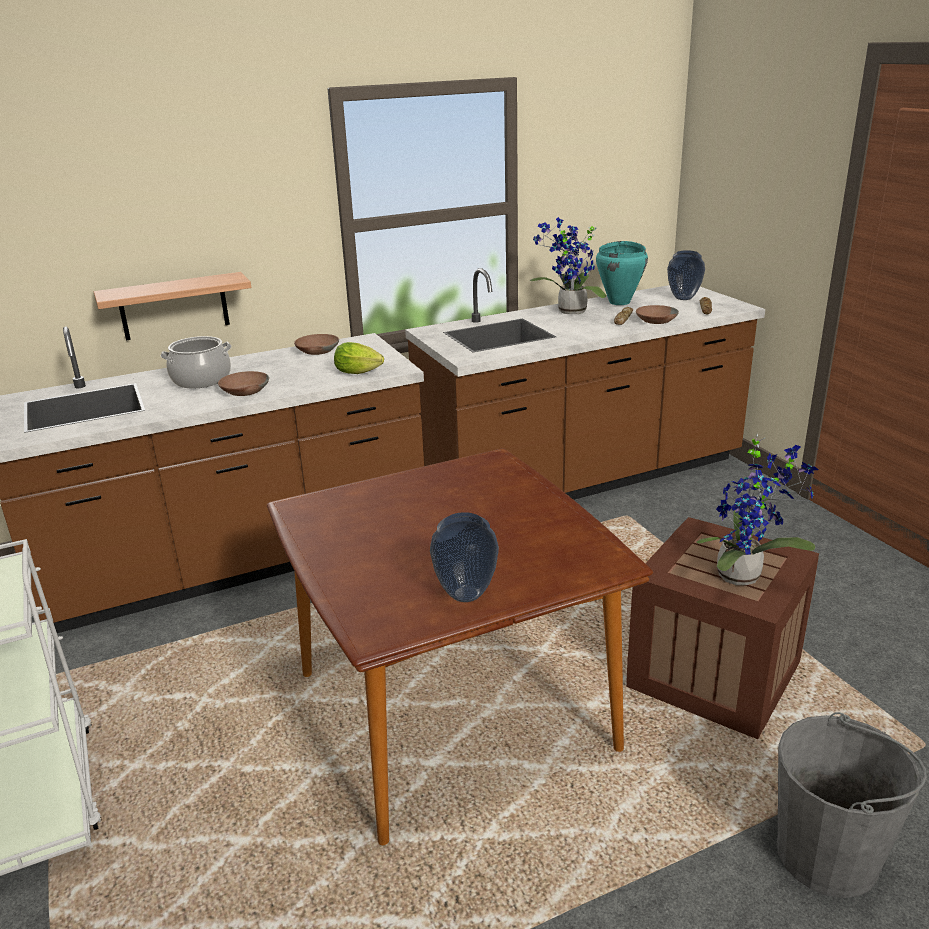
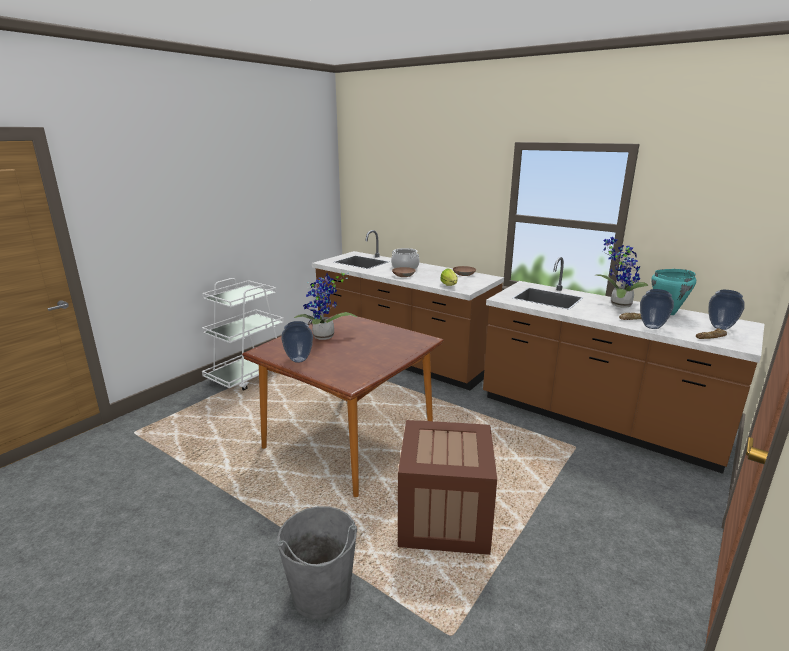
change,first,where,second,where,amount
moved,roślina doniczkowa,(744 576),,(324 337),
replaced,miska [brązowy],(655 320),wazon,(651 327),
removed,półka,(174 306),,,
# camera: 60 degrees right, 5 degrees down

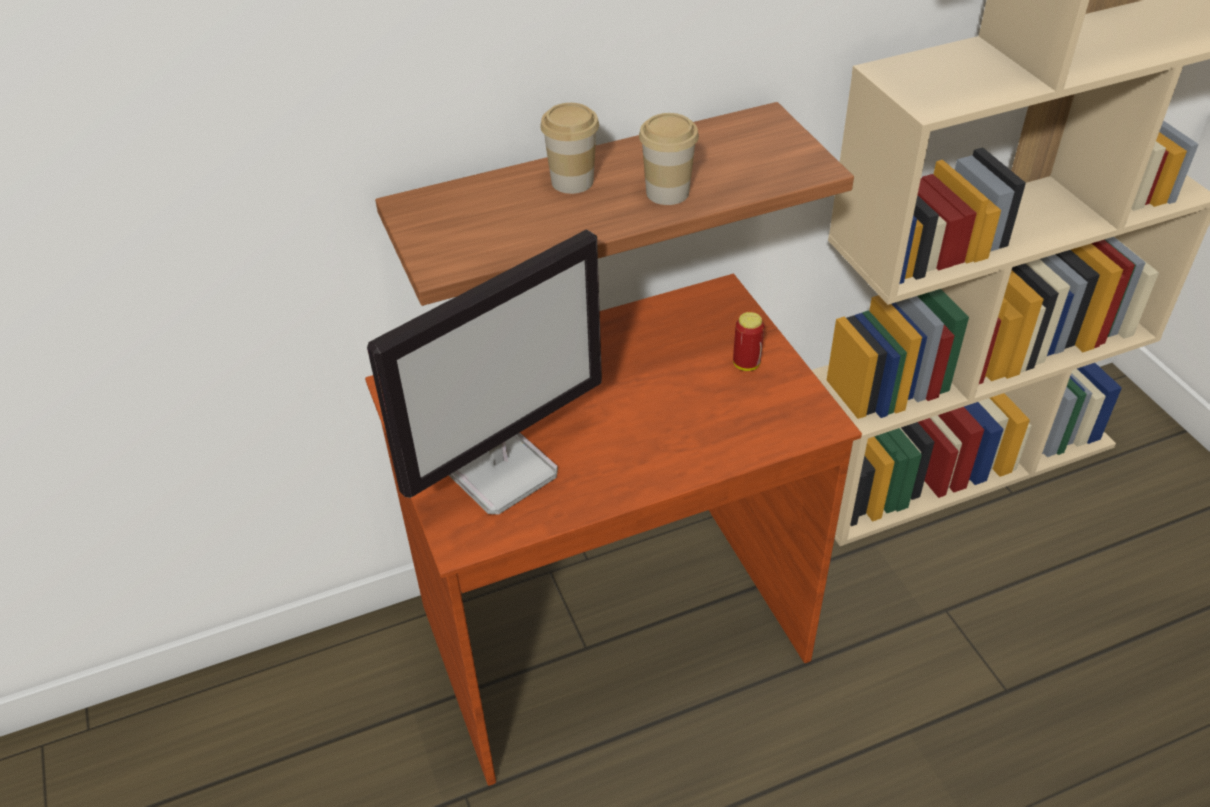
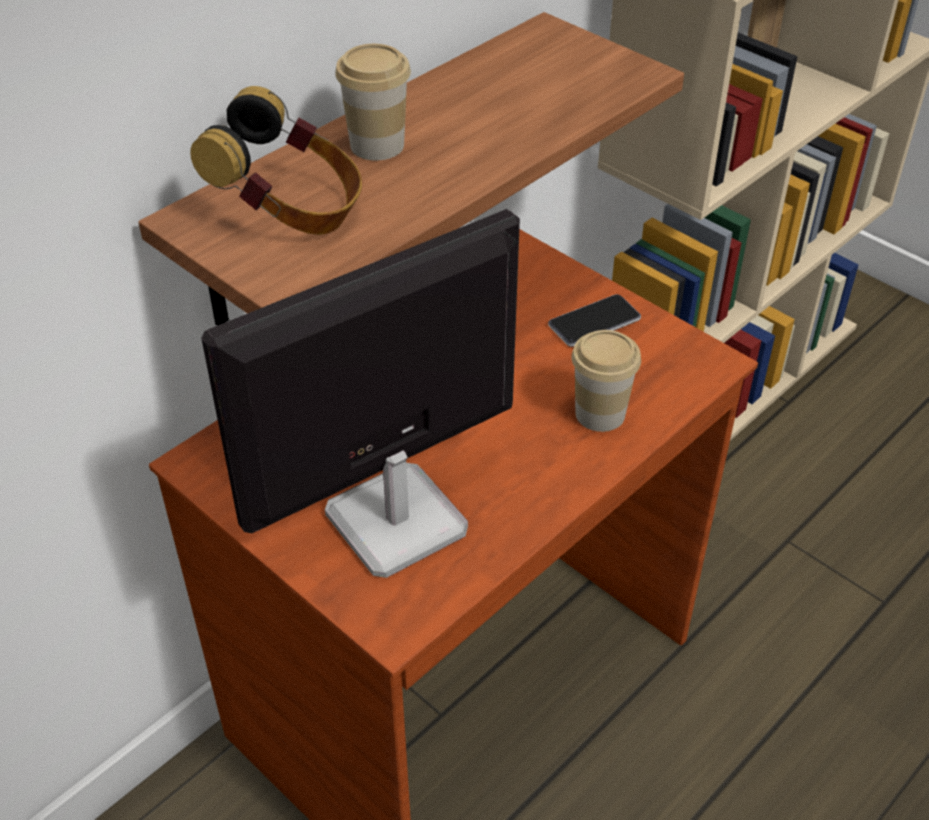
change,first,where,second,where,amount
added,,,słuchawki,(291 212),
turned,monitor,(503 470),,(394 523),150 degrees counterclockwise
replaced,puszka,(746 364),telefon,(594 322),
moved,filiżanka,(667 192),,(600 414),
# camera: 25 degrees left, 0 degrees up

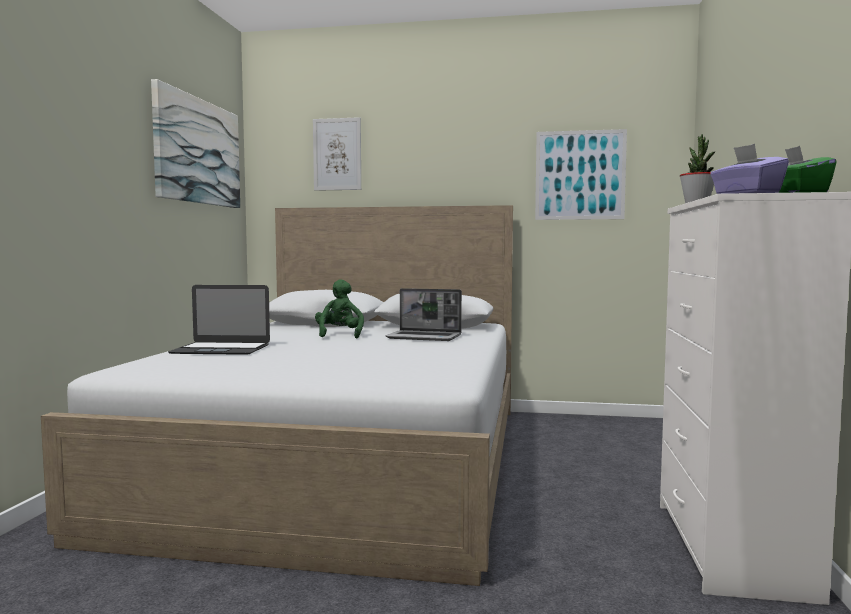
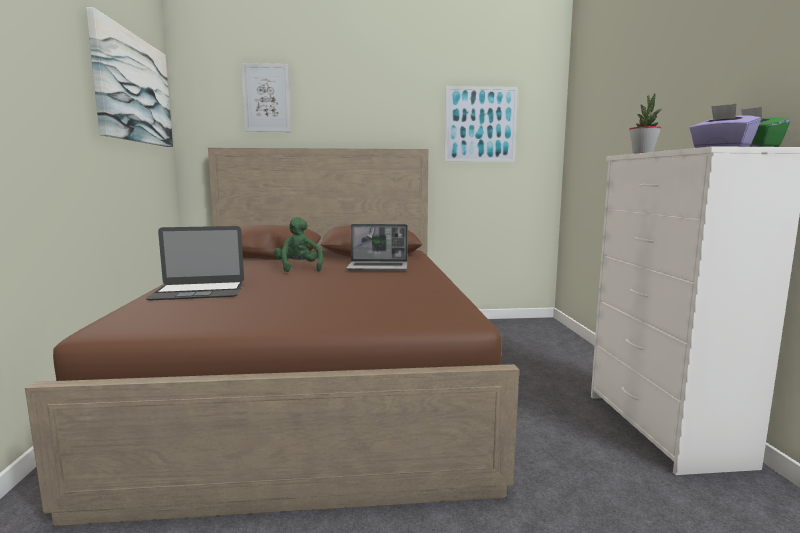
change,first,where,second,where,amount
recoloured,łóżko [biały],(347 461),łóżko [brązowy],(316 382),
# camera: 15 degrees left, 5 degrees up

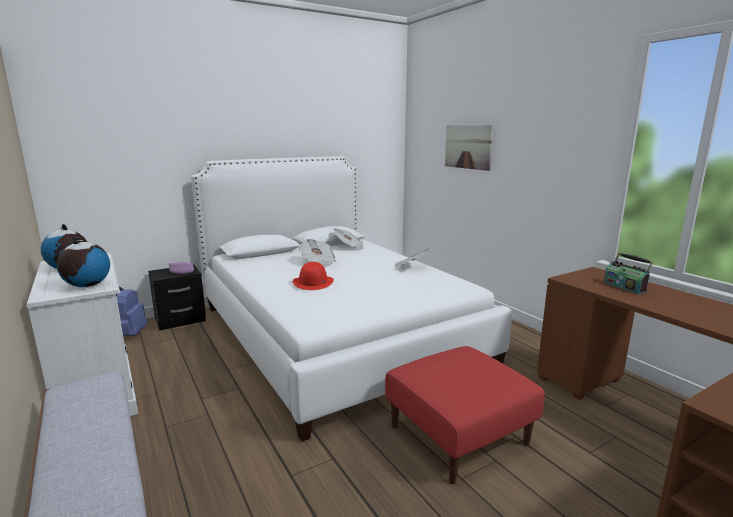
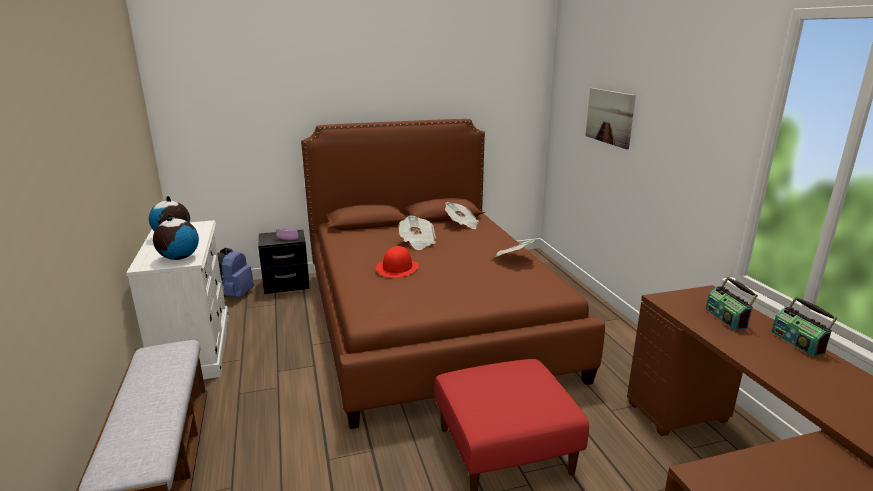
change,first,where,second,where,amount
recoloured,łóżko [biały],(334 334),łóżko [brązowy],(429 319),
added,,,radio,(798 342),
# camera: 15 degrees right, 5 degrees up

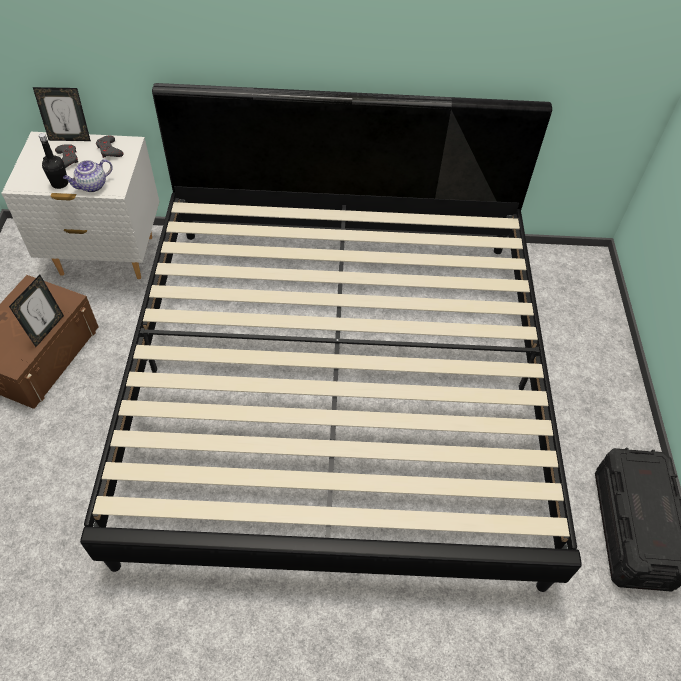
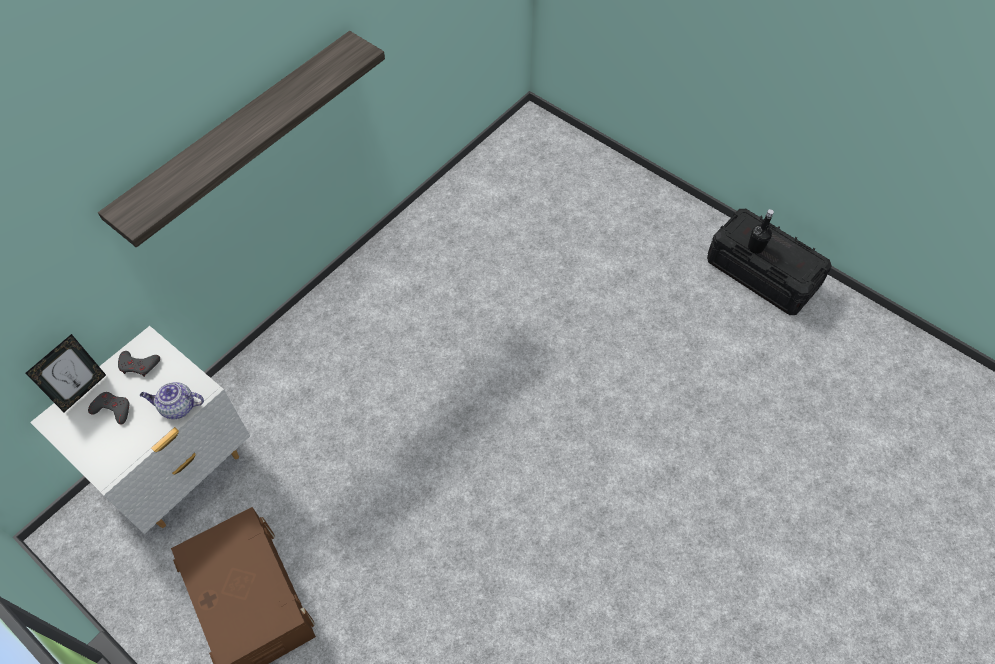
change,first,where,second,where,amount
added,,,półka,(240 135),
turned,imbryk,(92 186),,(177 407),90 degrees clockwise
moved,butelka [czarny],(60 183),,(755 247),
removed,ramka na zdjęcie,(47 330),,,
removed,łóżko,(338 381),,,
# camera: 50 degrees left, 5 degrees up

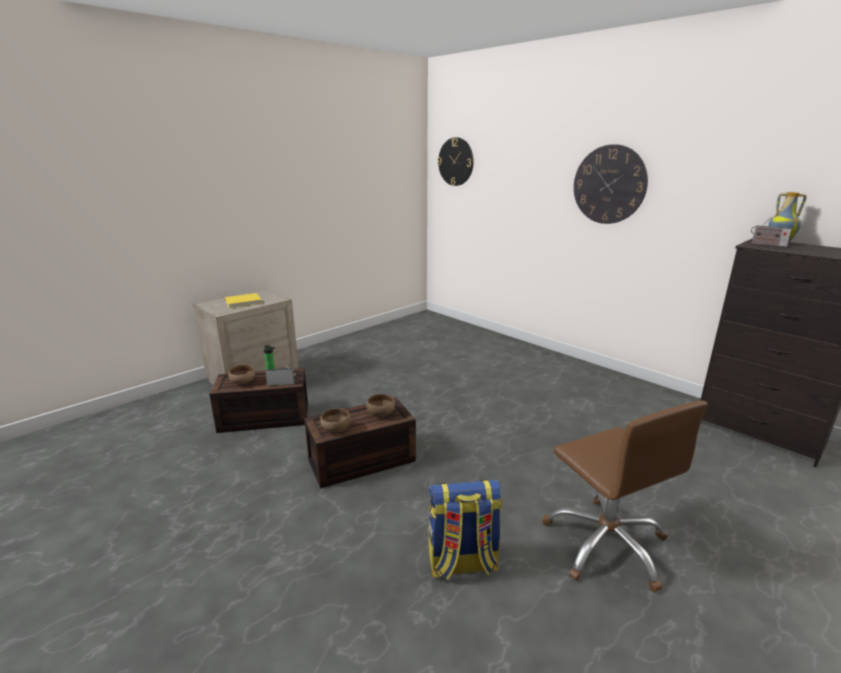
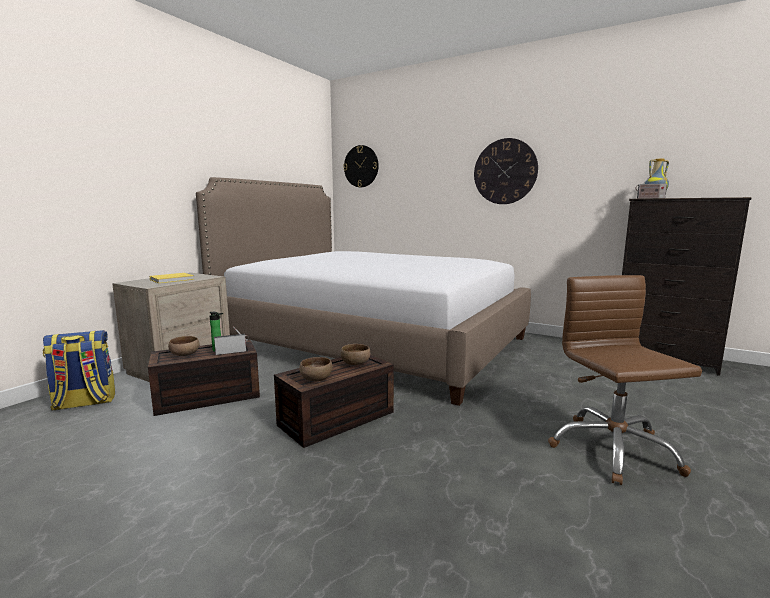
change,first,where,second,where,amount
moved,plecak,(462 563),,(84 403),
added,,,łóżko,(372 342),
turned,krzesło biurowe [brązowy],(606 544),,(612 449),150 degrees counterclockwise
# camera: 15 degrees left, 10 degrees down

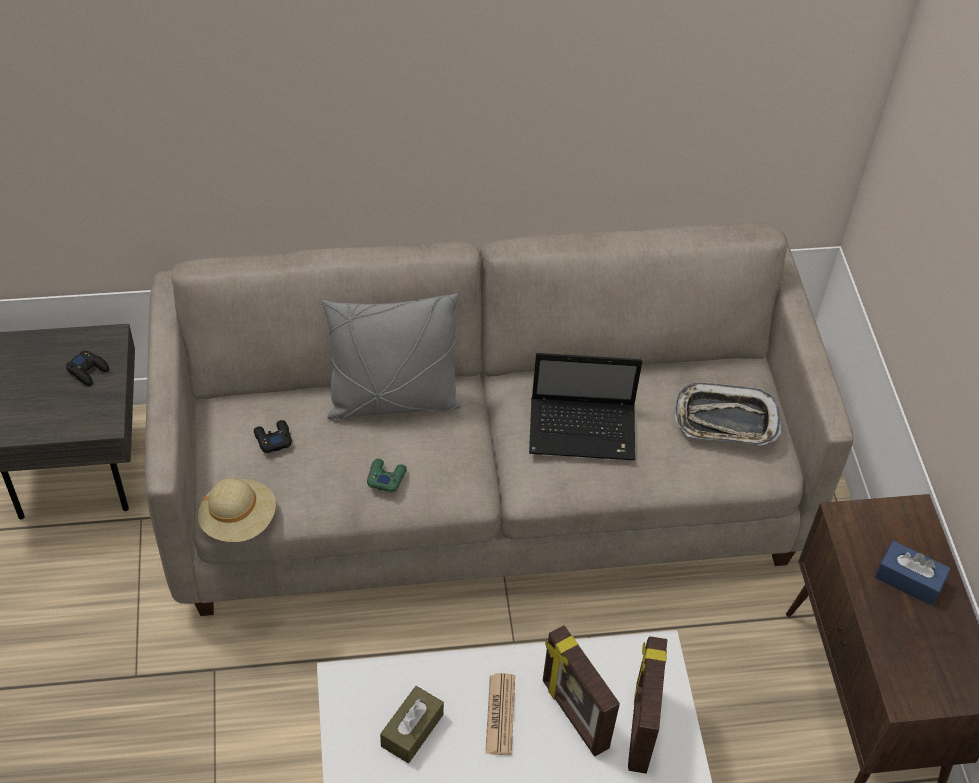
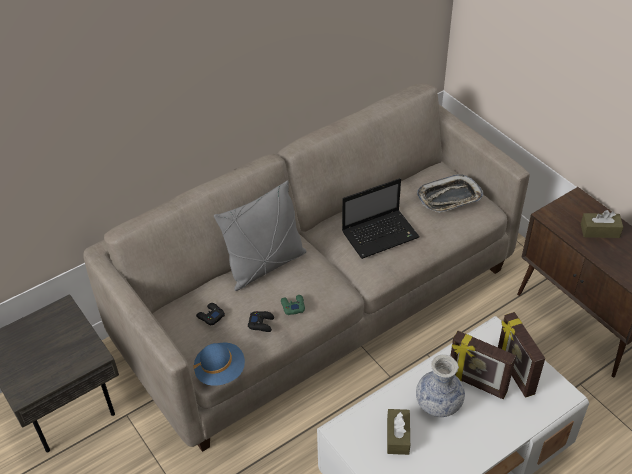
change,first,where,second,where,amount
recoloured,kapelusz [beżowy],(239 521),kapelusz [niebieski],(220 371),
moved,pad do gier [czarny],(88 371),,(261 323),
replaced,gazeta,(500 714),wazon,(438 403),
recoloured,pudełko chusteczek [niebieski],(908 580),pudełko chusteczek [brązowy],(599 231),
# camera: 25 degrees left, 5 degrees down

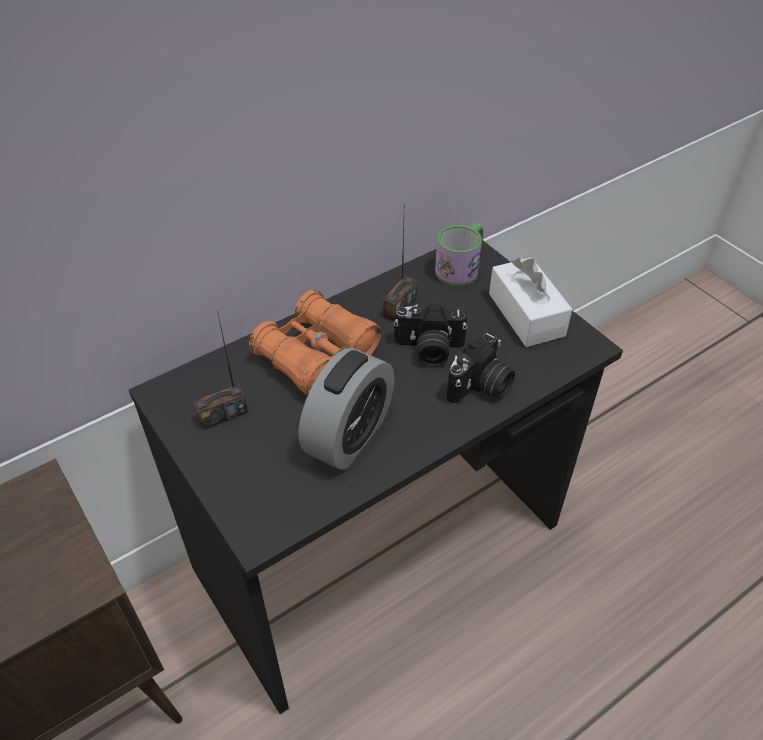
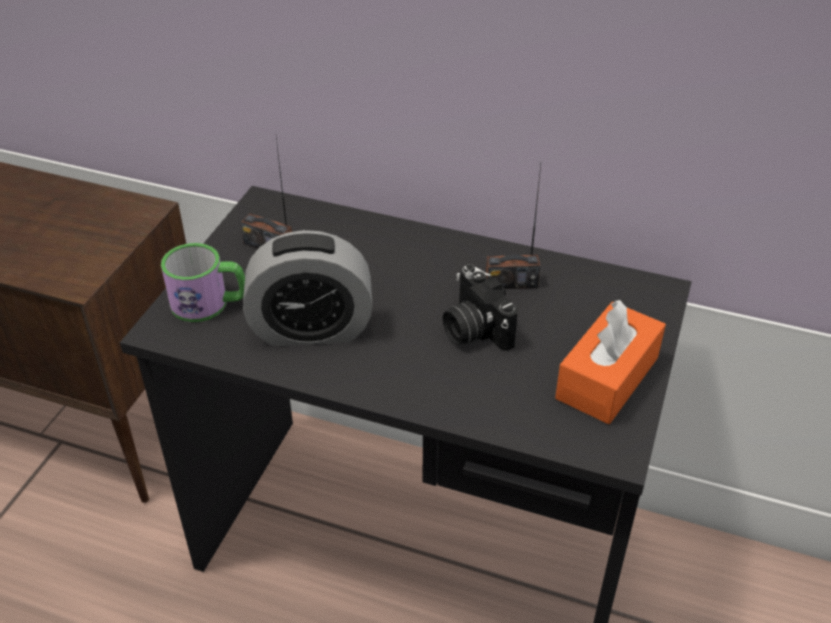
change,first,where,second,where,amount
moved,kubek,(461 267),,(209 303),
recoloured,pudełko chusteczek [biały],(526 314),pudełko chusteczek [pomarańczowy],(607 378),
removed,lornetka [pomarańczowy],(316 355),,,
removed,aparat fotograficzny,(481 386),,,
# camera: 55 degrees right, 5 degrees down

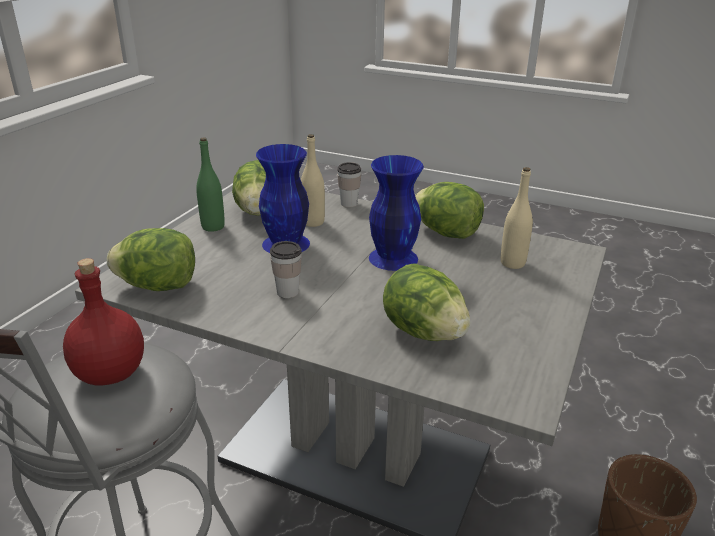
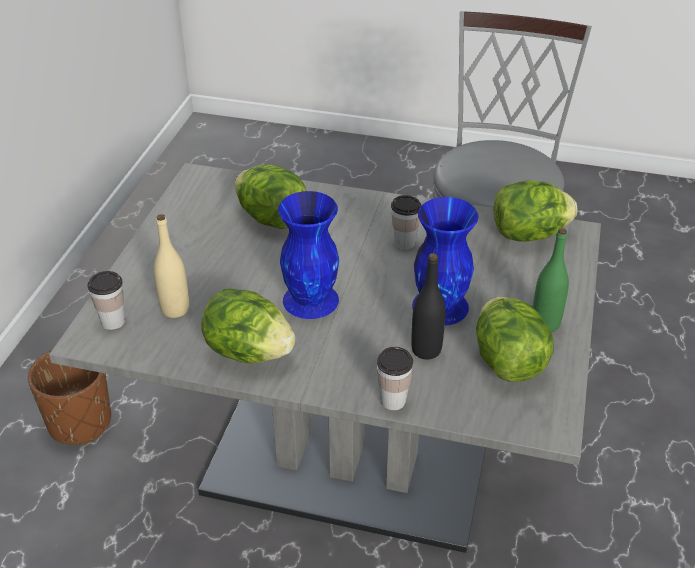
change,first,where,second,where,amount
added,,,filiżanka,(113 322),
recoloured,butelka [beżowy],(313 222),butelka [czarny],(426 350),
removed,butelka [czerwony],(112 374),,,
# camera: 170 degrees right, 10 degrees up

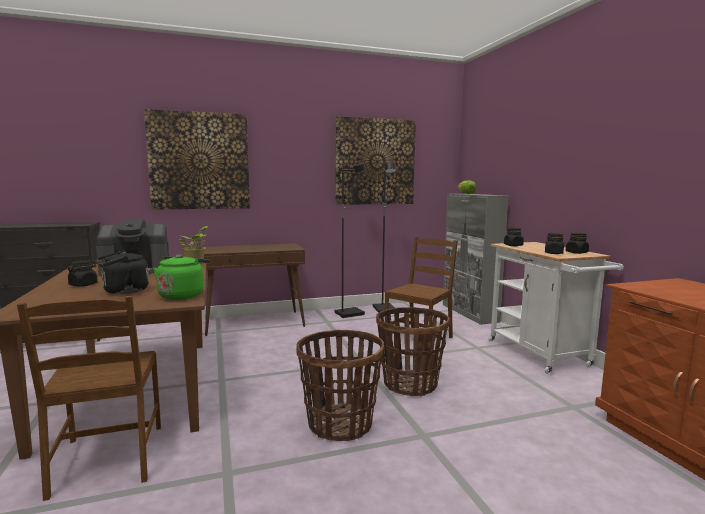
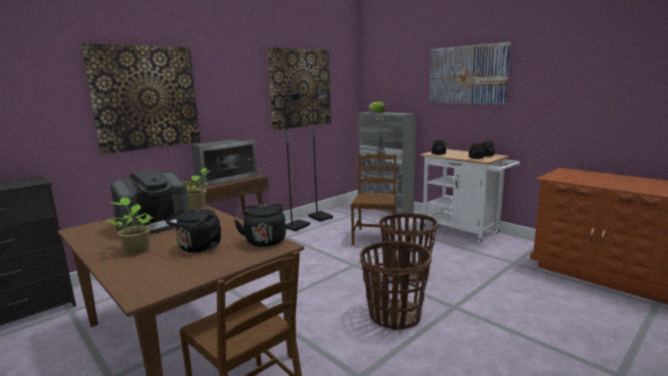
change,first,where,second,where,amount
replaced,słoik [czarny],(83 285),roślina doniczkowa,(136 249),
added,,,mikrofalówka,(224 178),
recoloured,czajnik [zielony],(183 295),czajnik [czarny],(265 240),
added,,,obraz,(467 75),
# camera: 25 degrees left, 5 degrees up

